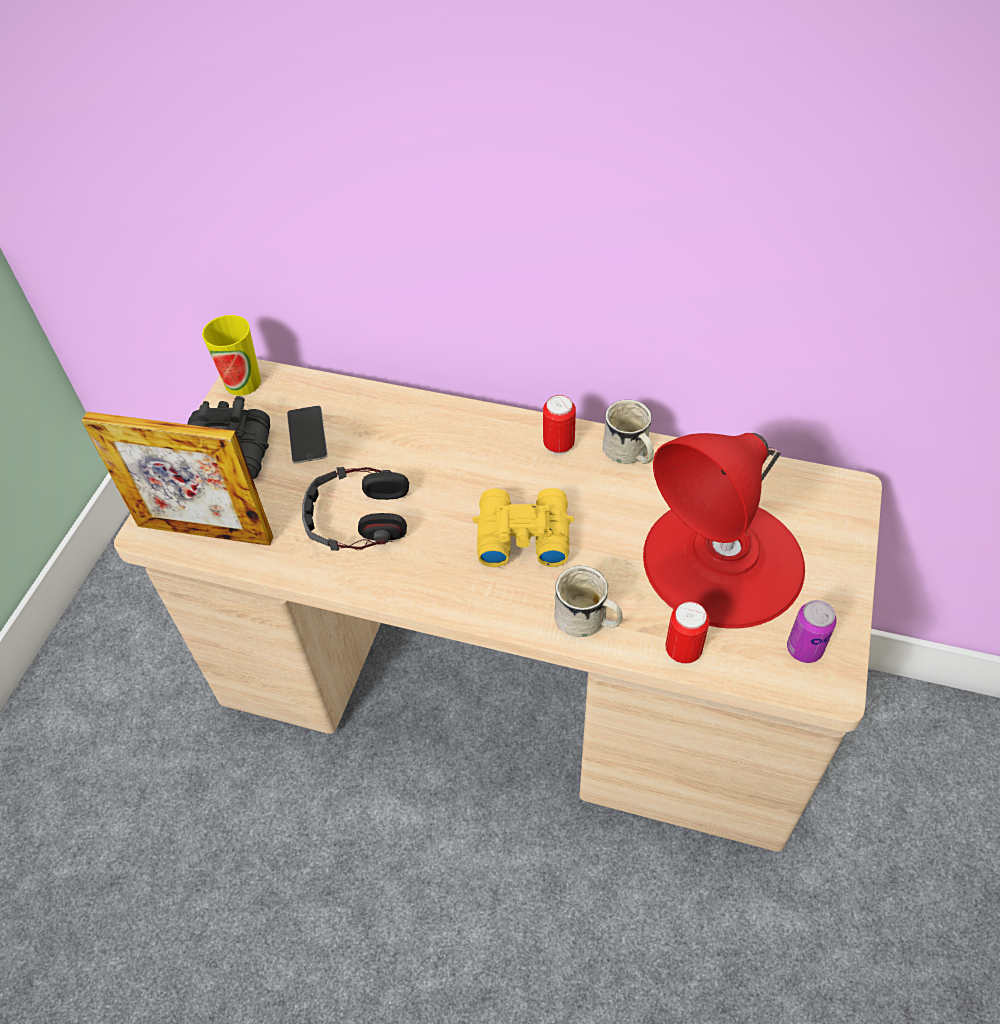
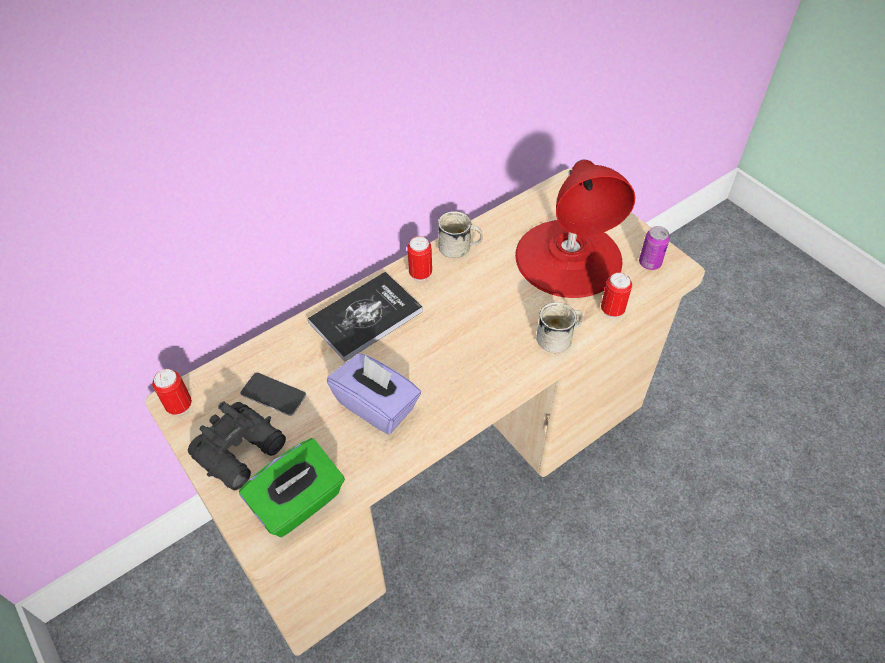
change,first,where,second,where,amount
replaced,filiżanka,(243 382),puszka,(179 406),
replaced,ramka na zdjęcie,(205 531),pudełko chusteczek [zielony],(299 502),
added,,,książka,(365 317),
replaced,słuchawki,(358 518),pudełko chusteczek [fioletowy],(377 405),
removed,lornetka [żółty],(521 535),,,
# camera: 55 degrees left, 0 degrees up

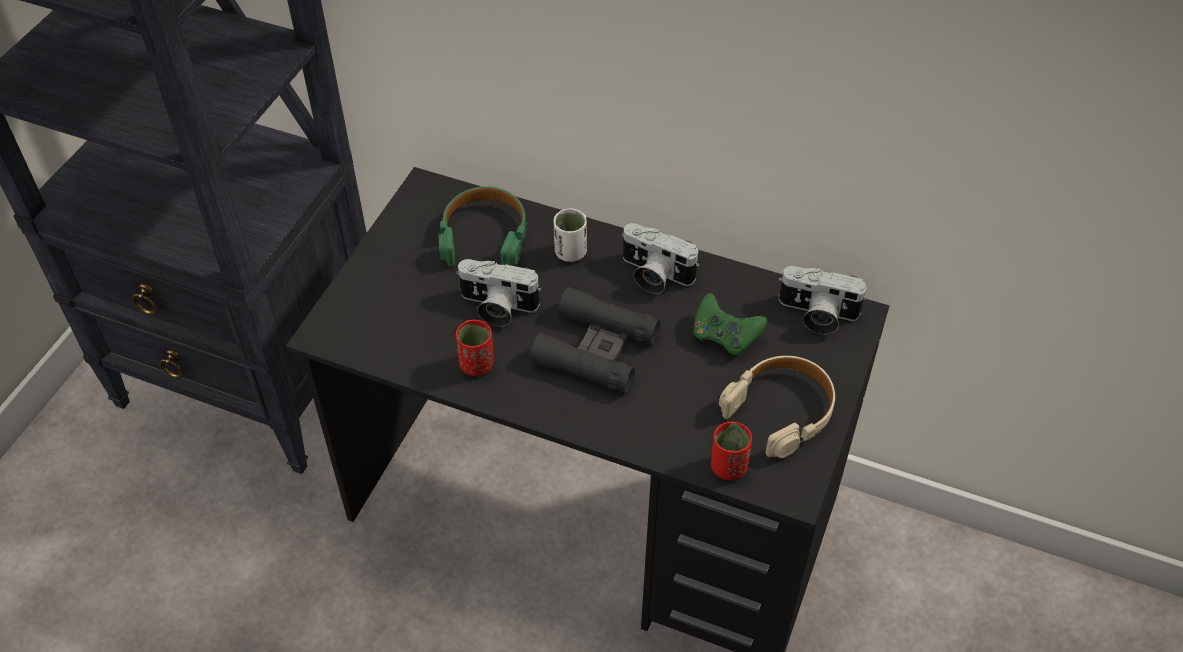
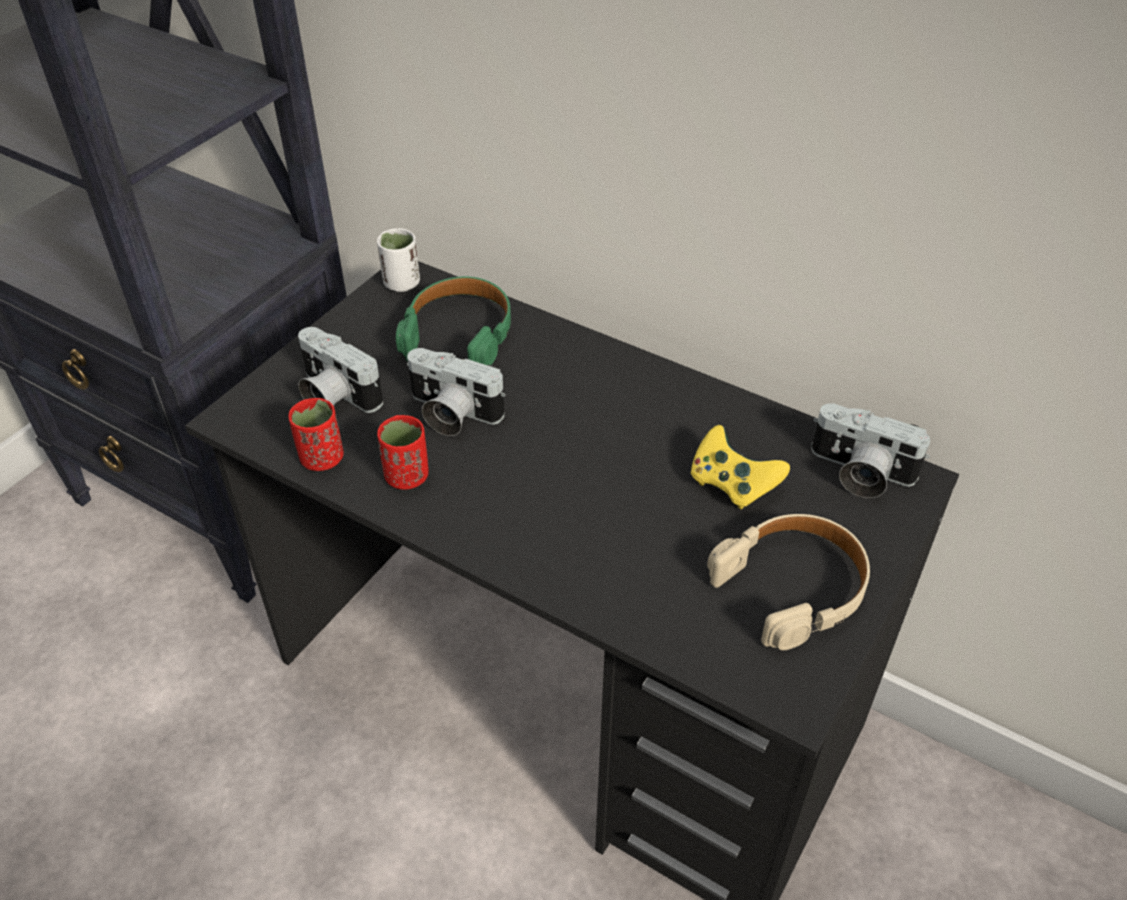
change,first,where,second,where,amount
moved,filiżanka [czerwony],(728 467),,(322 458),
moved,aparat fotograficzny,(653 275),,(333 395),
moved,filiżanka [biały],(570 252),,(401 283),
recoloured,pad do gier [zielony],(724 337),pad do gier [żółty],(732 484),
removed,lornetka [czarny],(595 349),,,
# camera: 10 degrees right, 5 degrees down

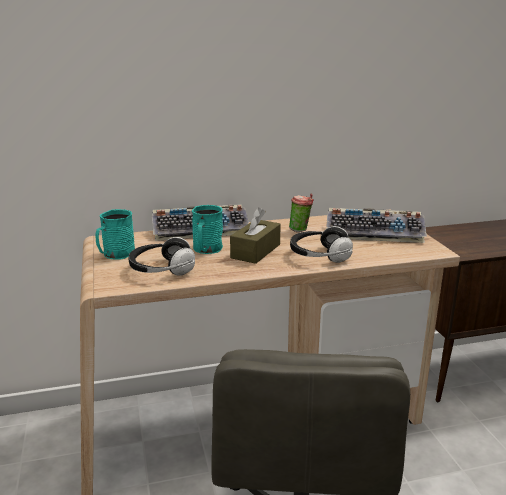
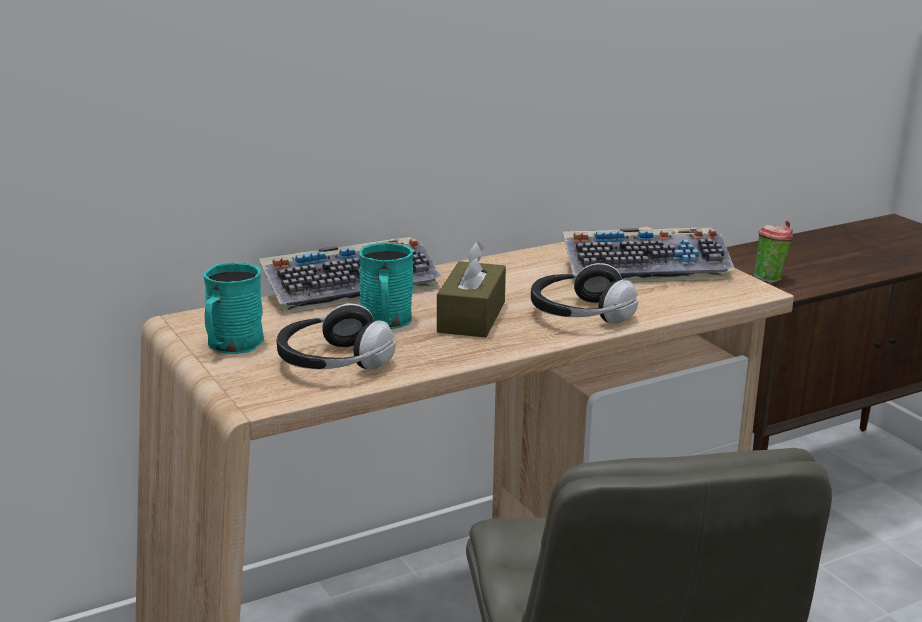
change,first,where,second,where,amount
moved,filiżanka,(300 230),,(769 279),
# camera: 15 degrees left, 0 degrees up

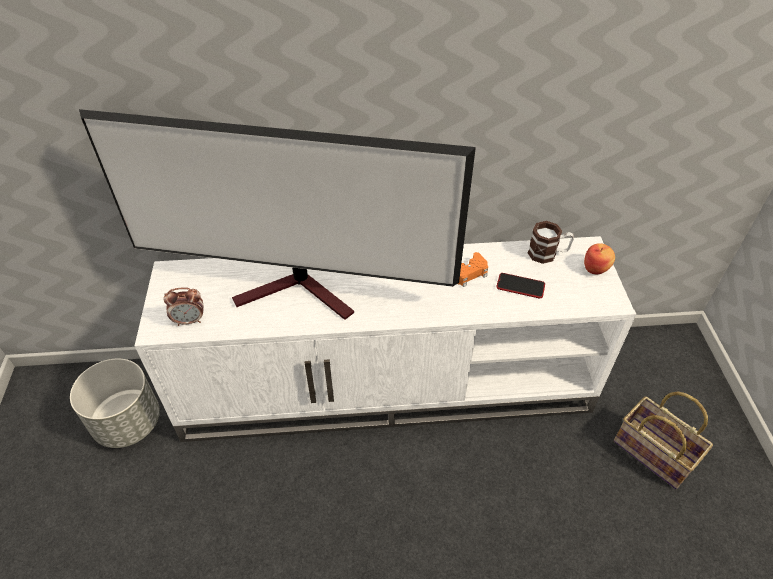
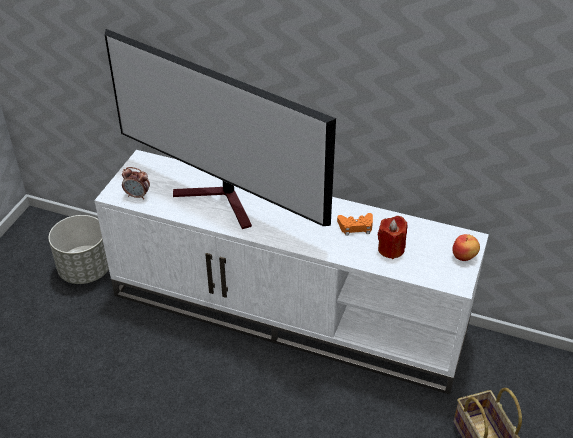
change,first,where,second,where,amount
replaced,telefon,(520 286),świeca [czerwony],(391 249),
removed,kubek,(548 254),,,
# camera: 25 degrees right, 5 degrees down

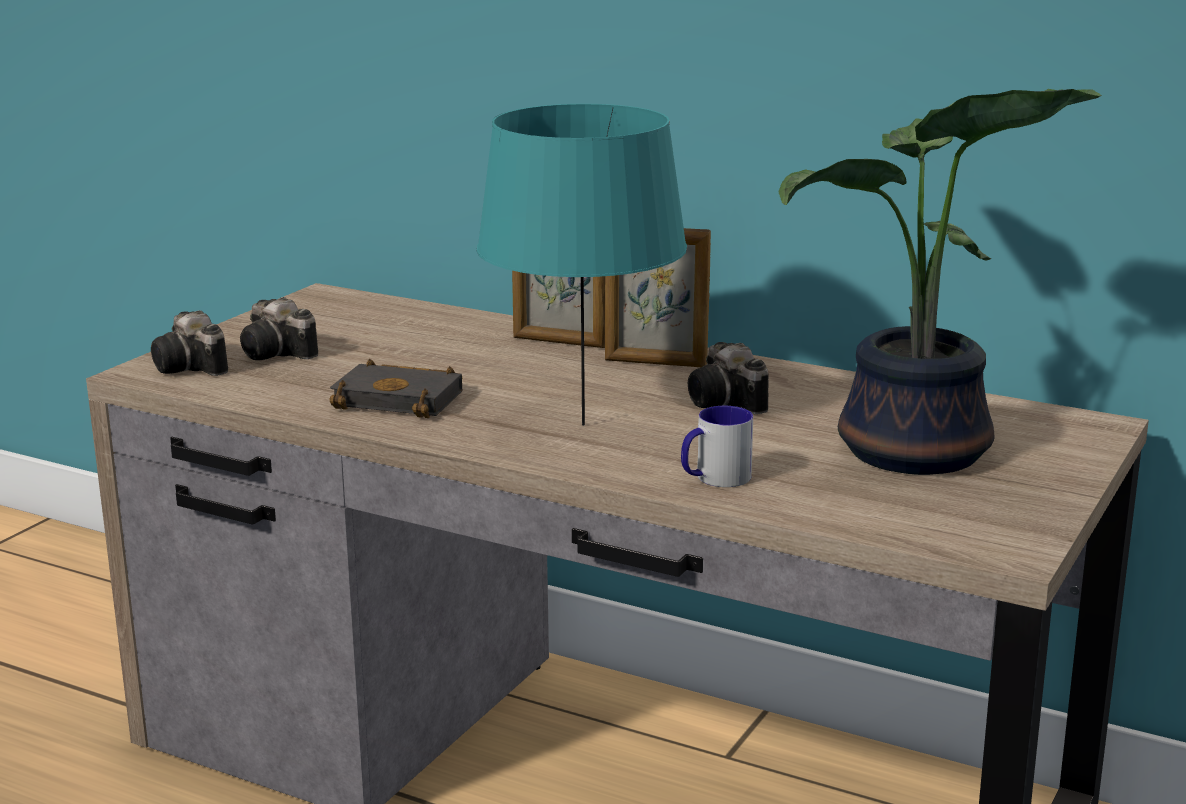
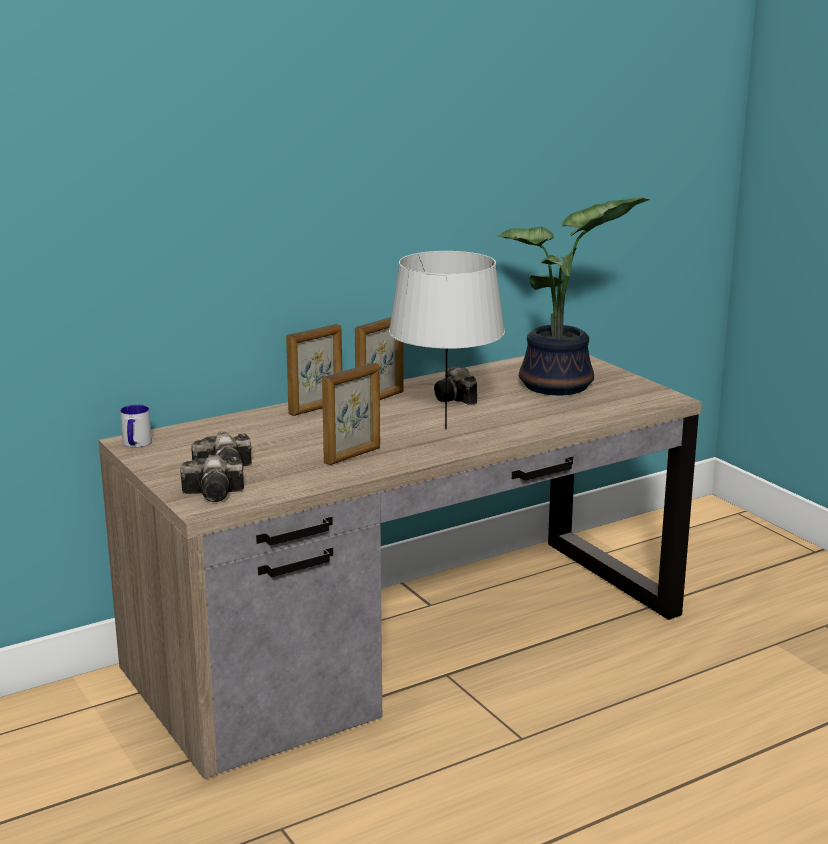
change,first,where,second,where,amount
moved,kubek,(714 479),,(135 444),
replaced,książka [czarny],(402 399),ramka na zdjęcie,(353 456),
recoloured,lampa stołowa [turkusowy],(582 425),lampa stołowa [szary],(445 429),
turned,aparat fotograficzny,(728 403),,(456 399),60 degrees clockwise
# camera: 60 degrees left, 0 degrees up

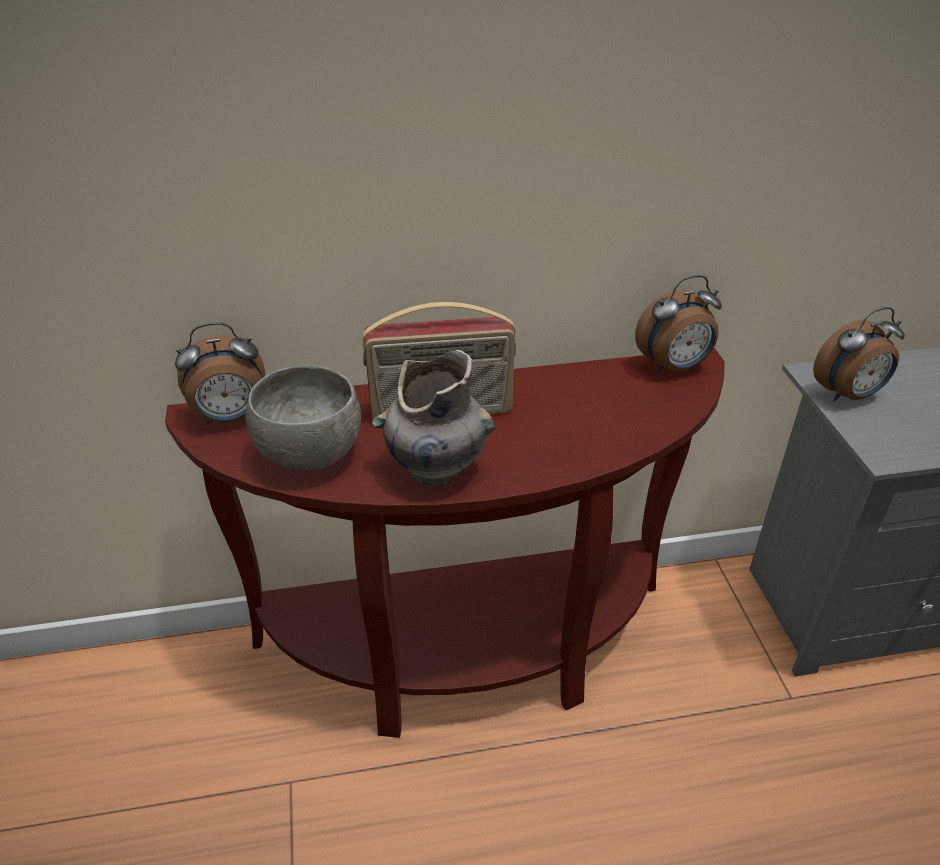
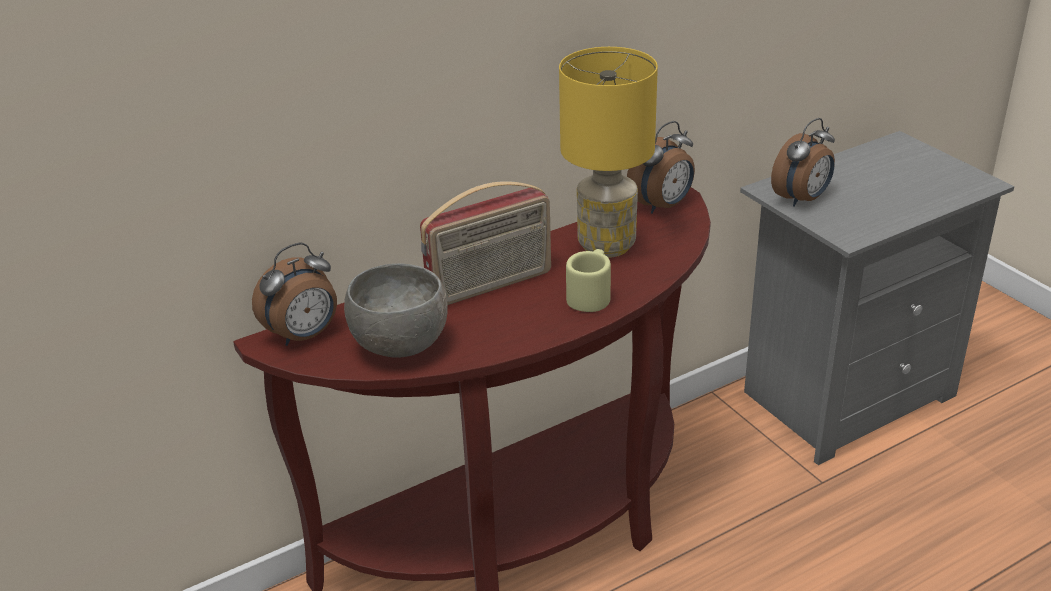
change,first,where,second,where,amount
added,,,lampa stołowa [żółty],(605 245),
added,,,kubek [beżowy],(591 295),
removed,wazon [szary],(434 470),,,
# camera: 20 degrees left, 5 degrees down

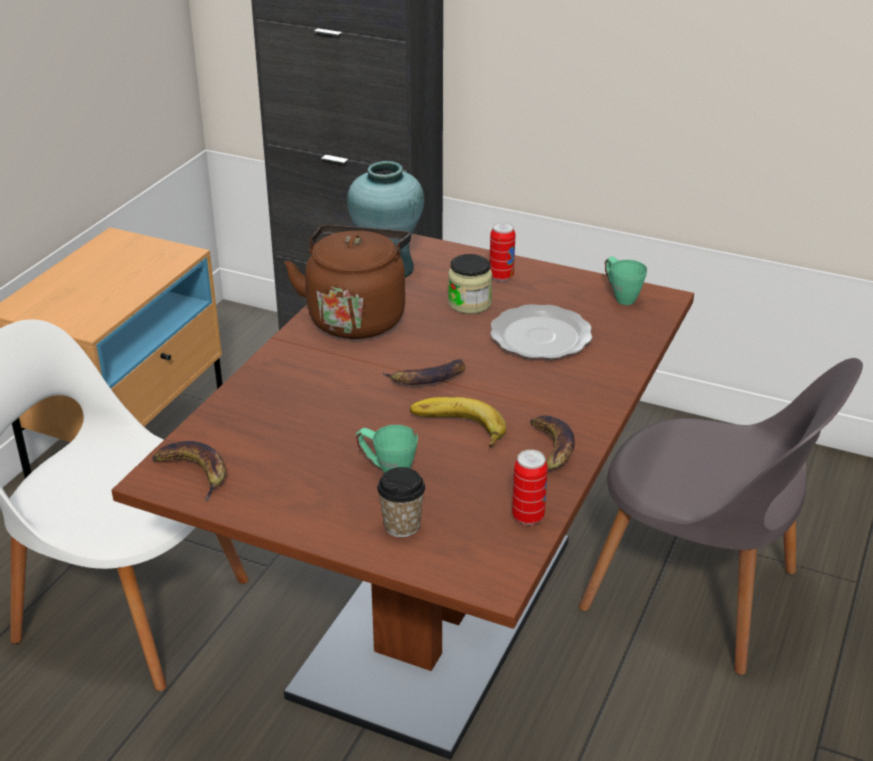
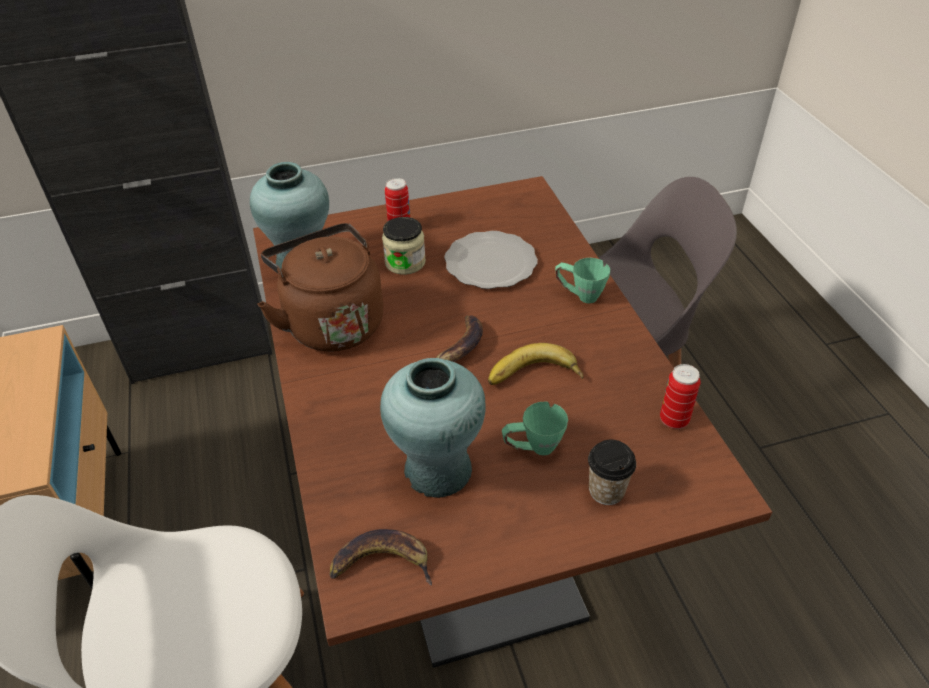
change,first,where,second,where,amount
added,,,wazon [turkusowy],(438 471),
moved,kubek [zielony],(620 296),,(579 295),
removed,banan,(550 450),,,
# camera: 40 degrees left, 10 degrees up

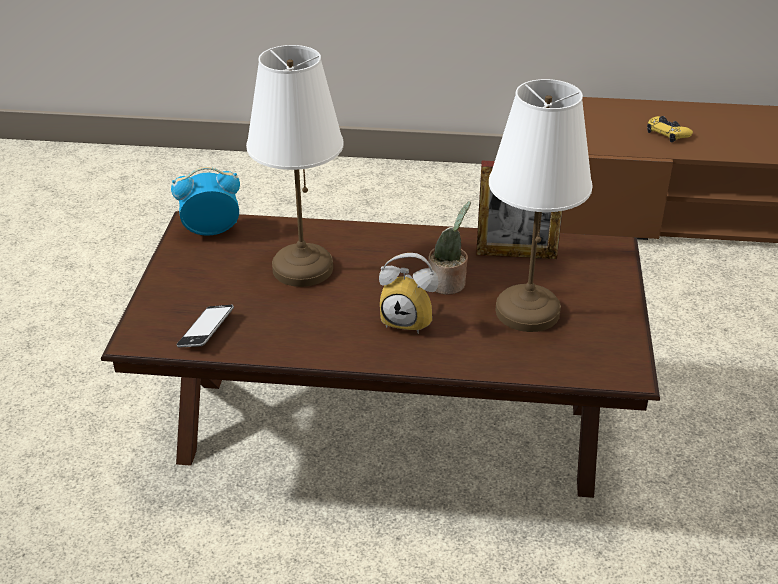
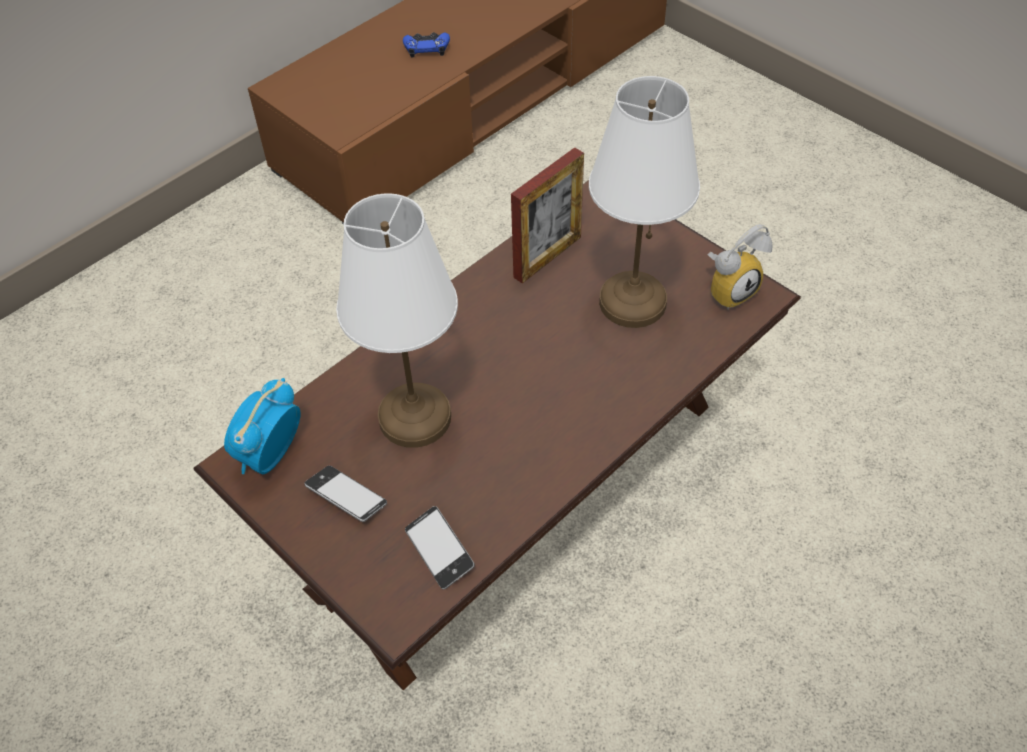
change,first,where,second,where,amount
added,,,telefon,(346 497),
recoloured,pad do gier [żółty],(667 133),pad do gier [niebieski],(427 48),
moved,budzik,(410 320),,(730 289),
removed,roślina doniczkowa,(449 284),,,
# camera: 50 degrees left, 15 degrees up

